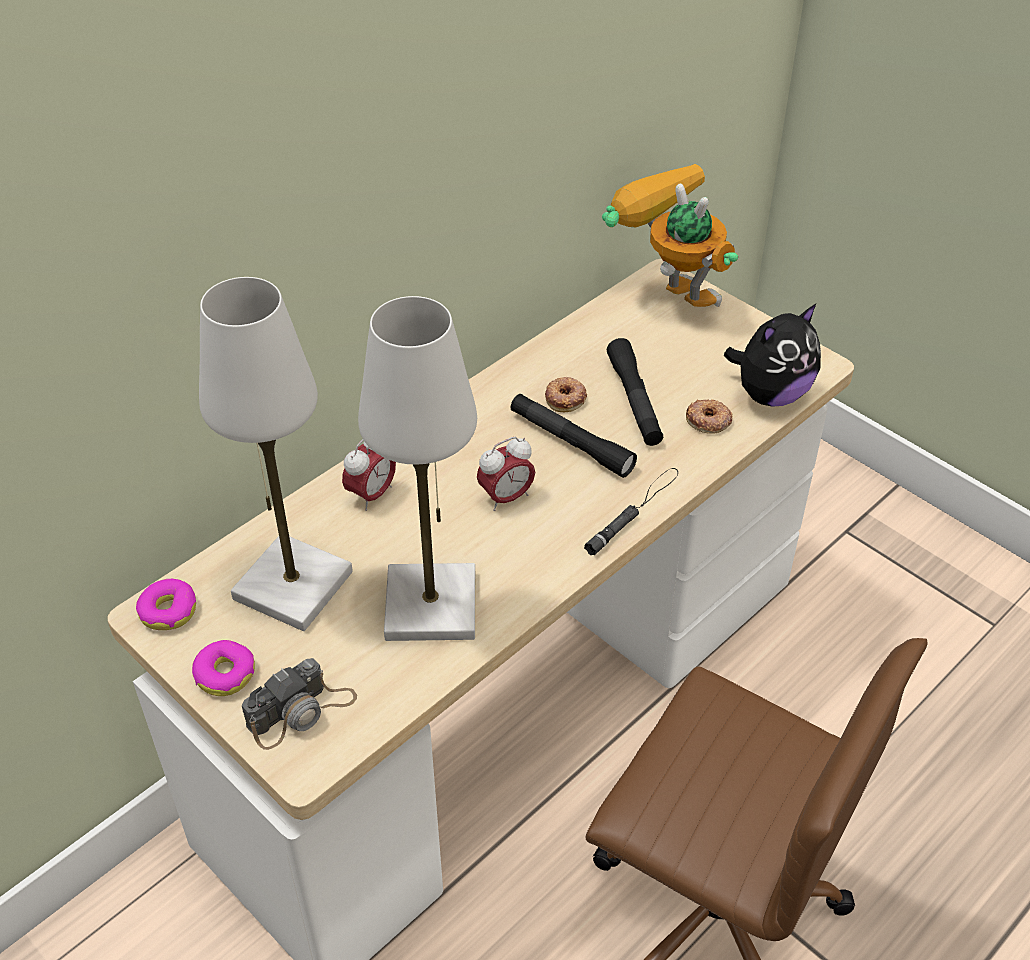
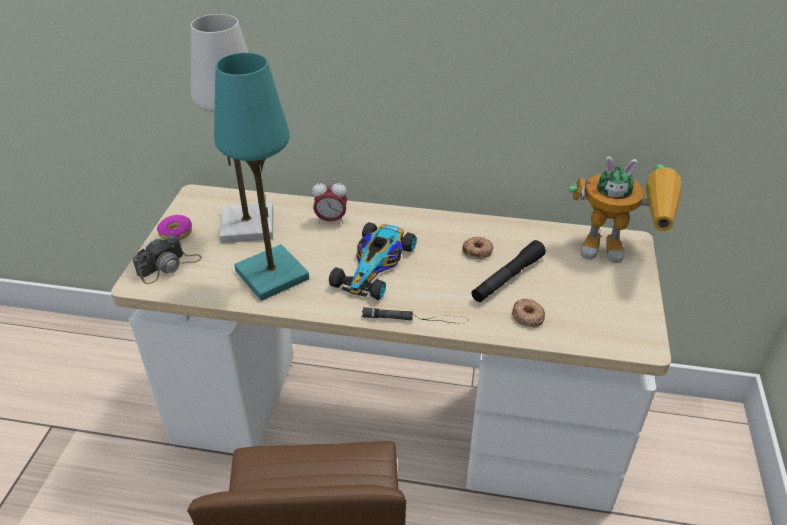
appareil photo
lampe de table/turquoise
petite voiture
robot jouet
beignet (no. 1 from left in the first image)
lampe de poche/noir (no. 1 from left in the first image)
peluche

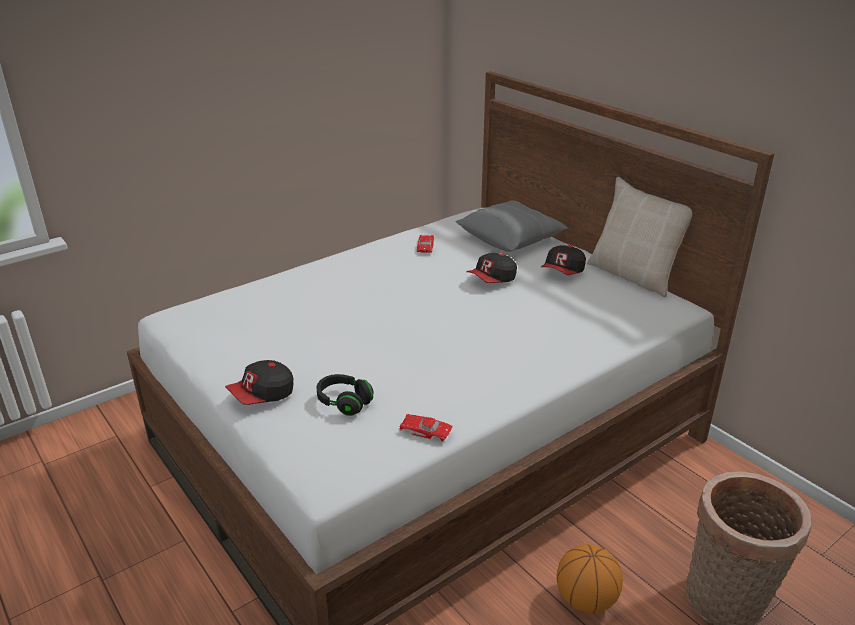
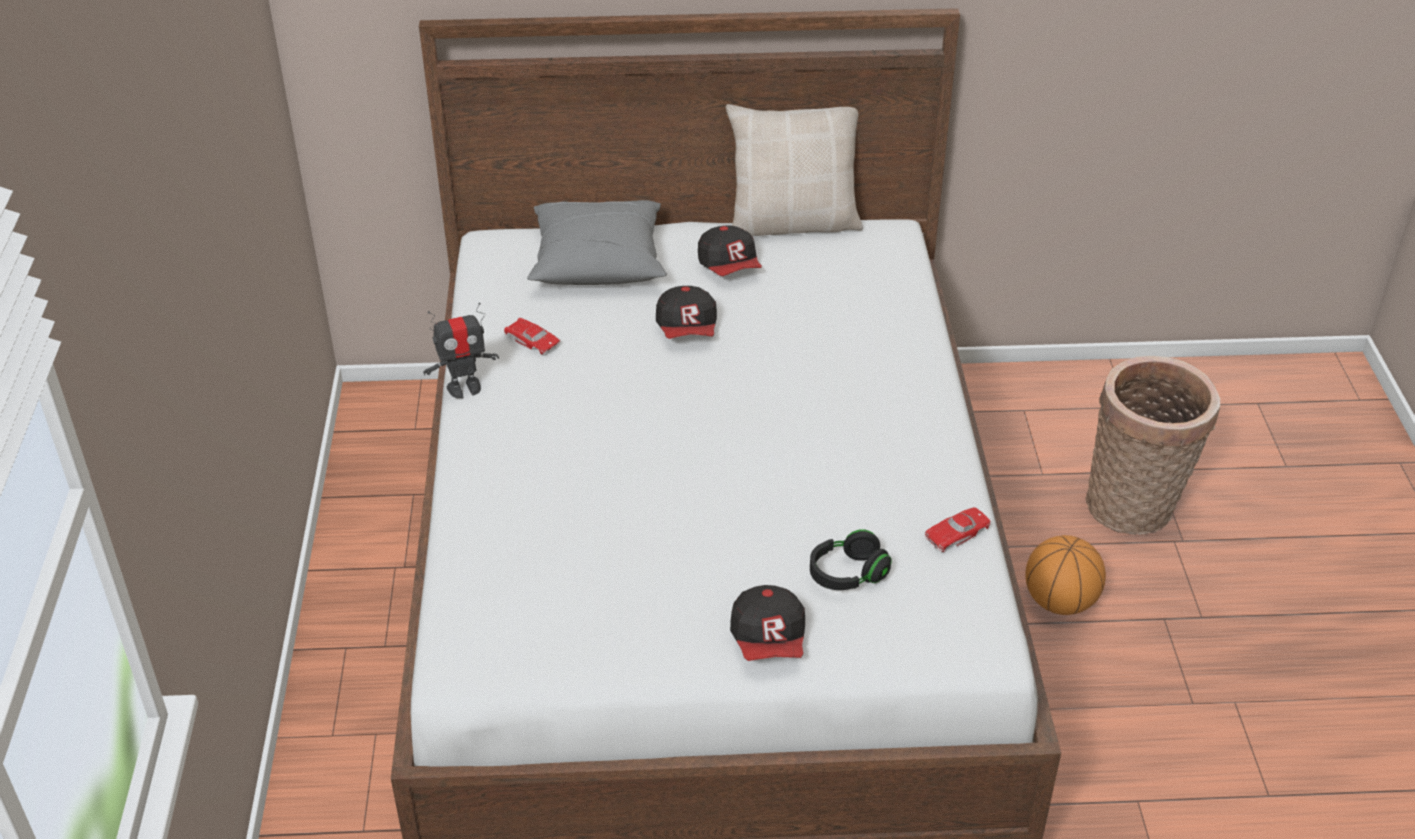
robot jouet

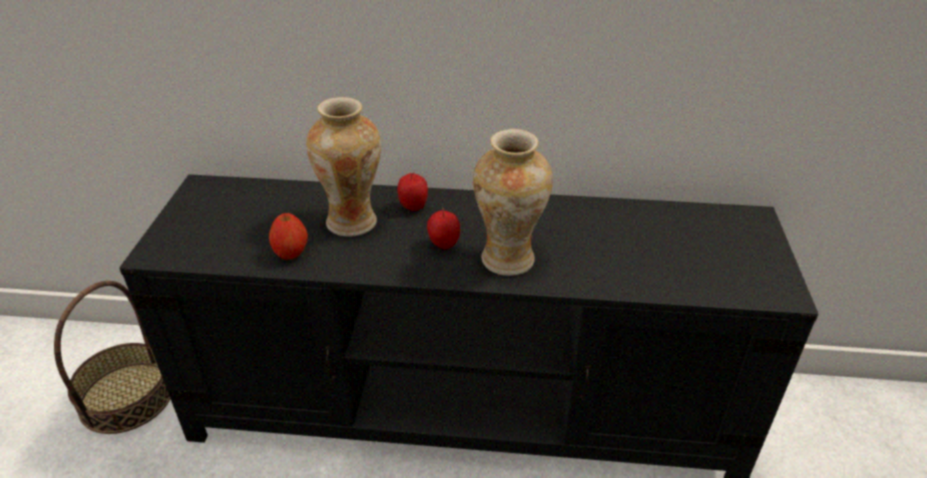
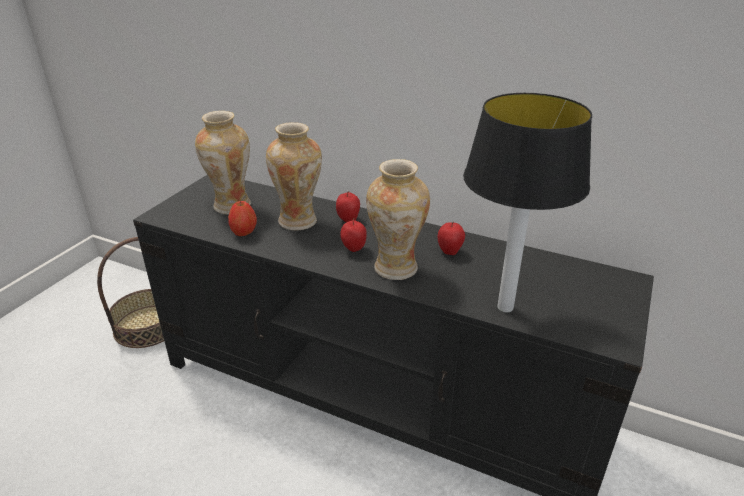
vase (no. 1 from left)
pomme (no. 4 from left)
lampe de table

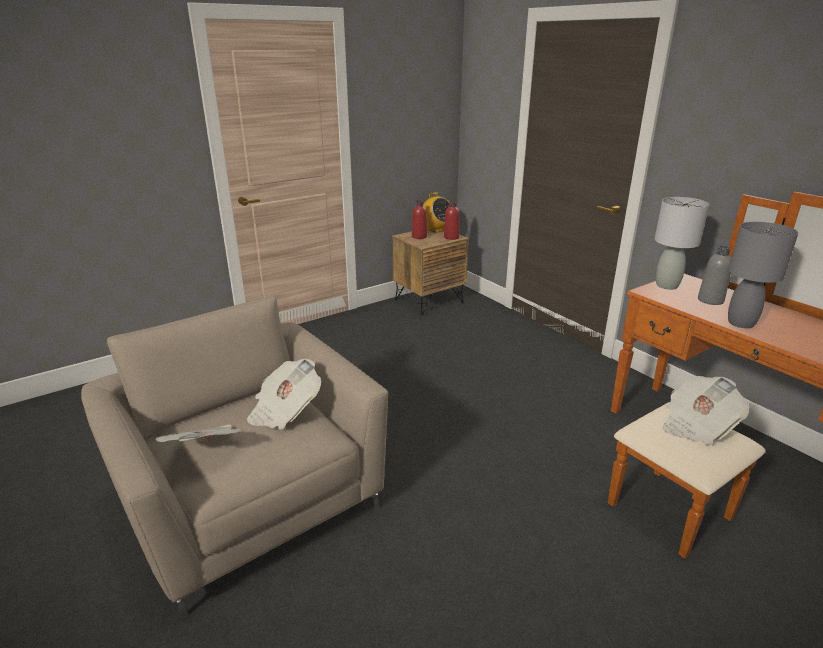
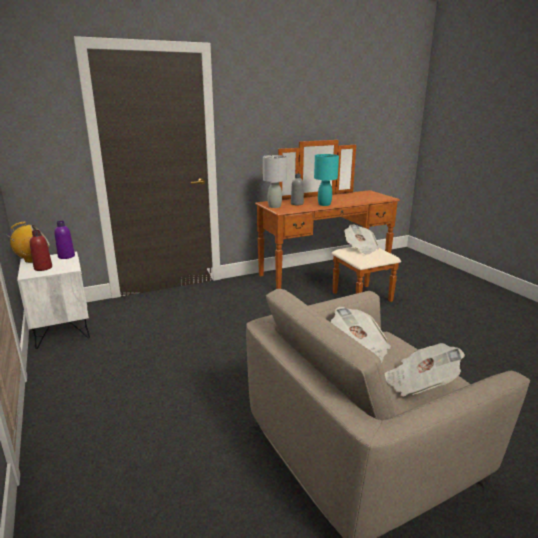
table de chevet/blanc
bouteille/violet
lampe de table/turquoise

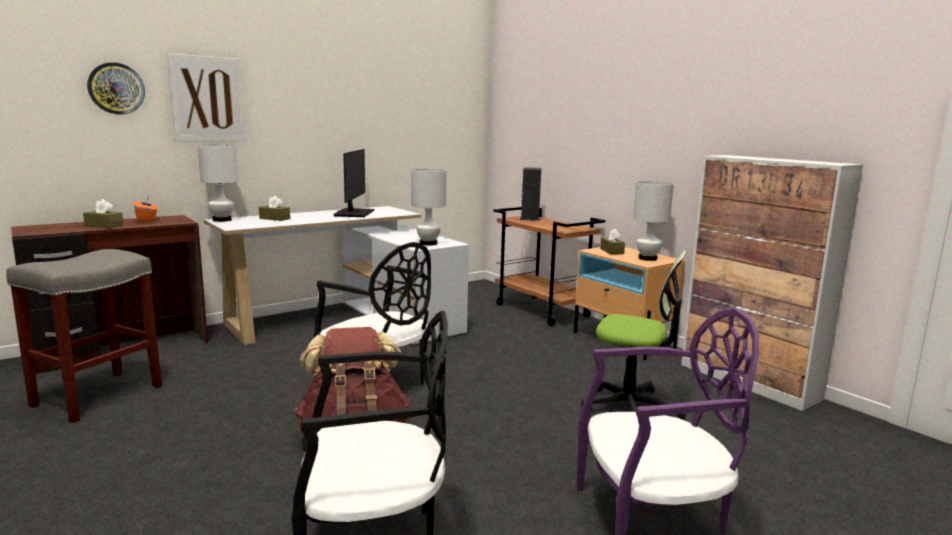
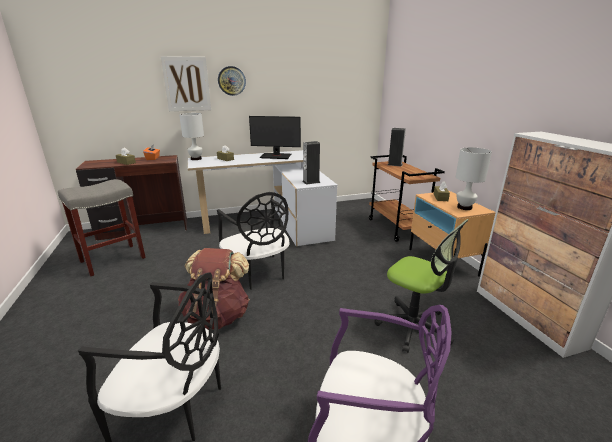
horloge murale
écran d'ordinateur
enceinte (no. 1 from left)

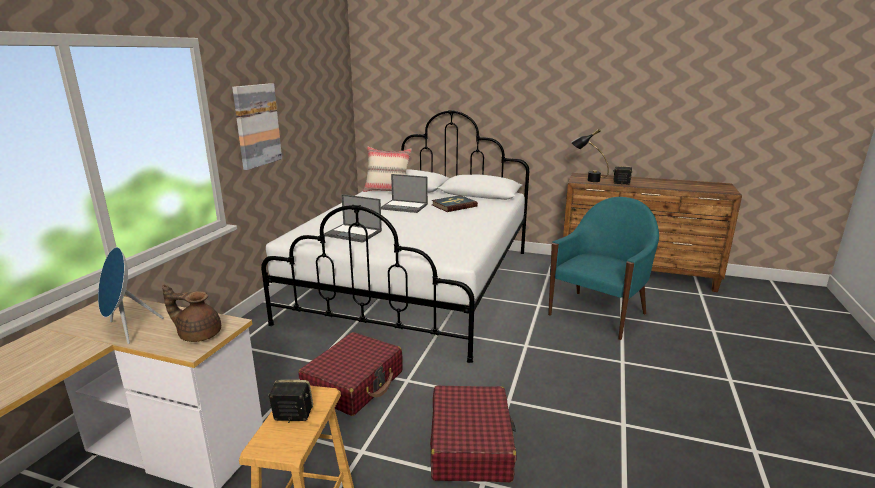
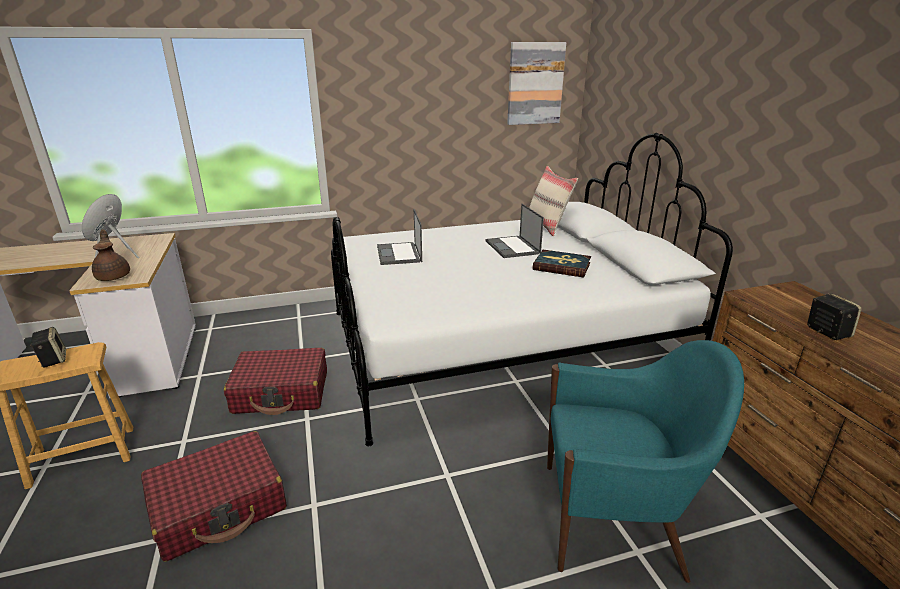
tableau
lampe de table/noir

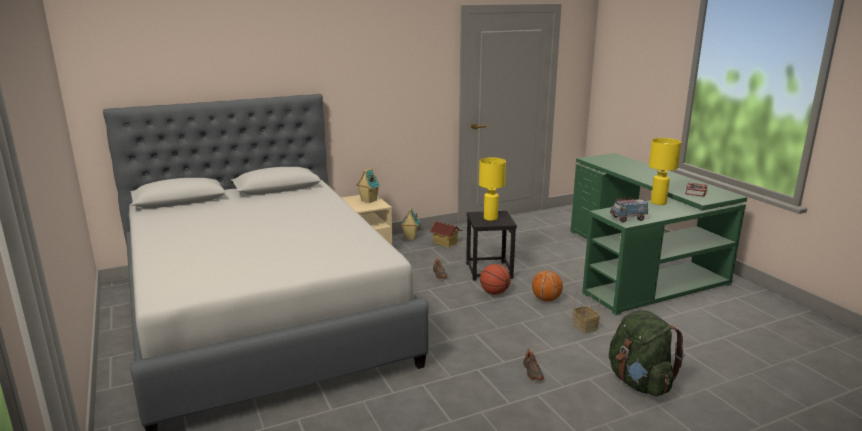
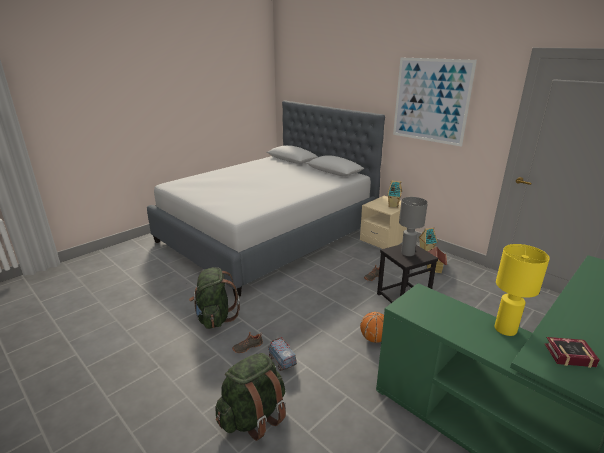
sac à dos/vert (no. 1 from left)
camion jouet
tableau
lampe de table/gris
ballon de basket (no. 1 from left in the first image)
panier

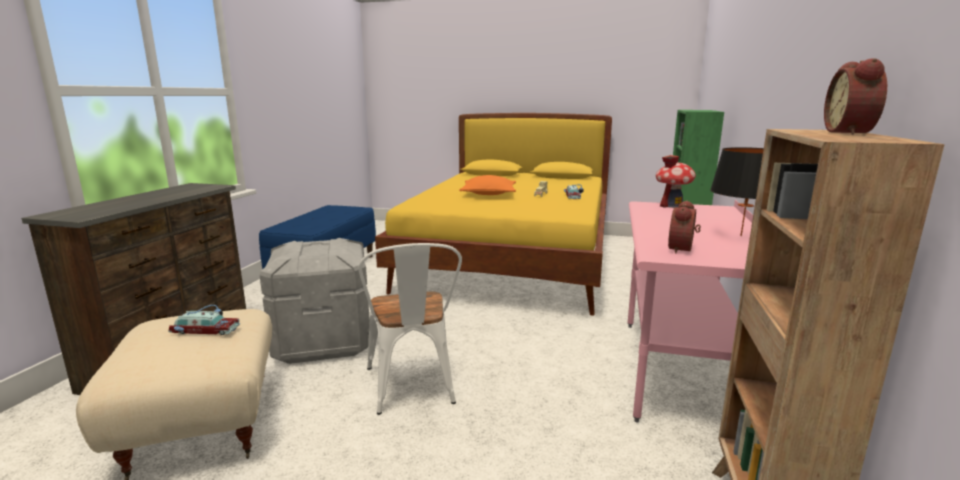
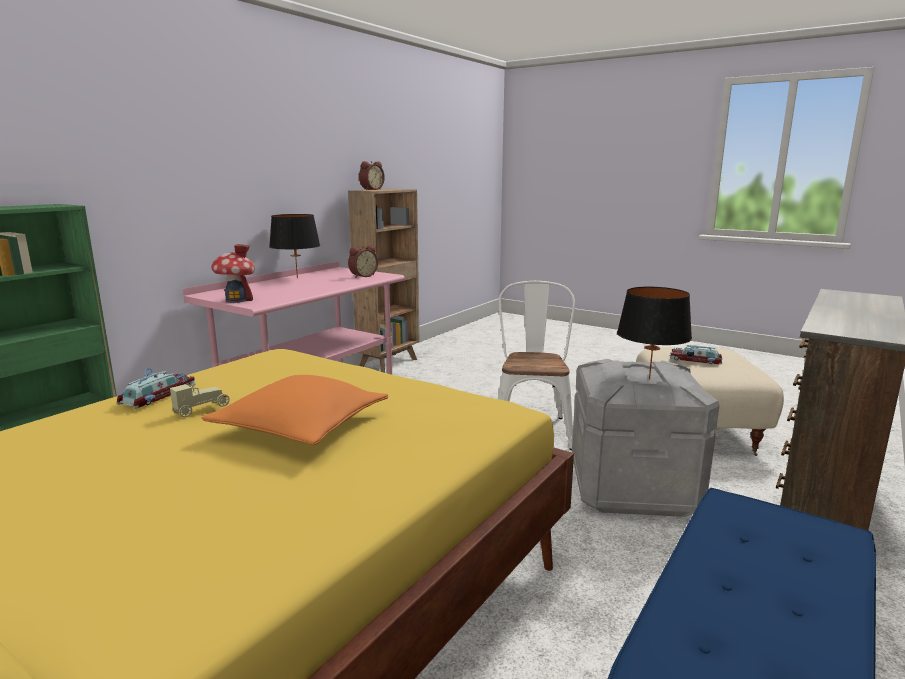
lampe de table/noir (no. 2 from left)

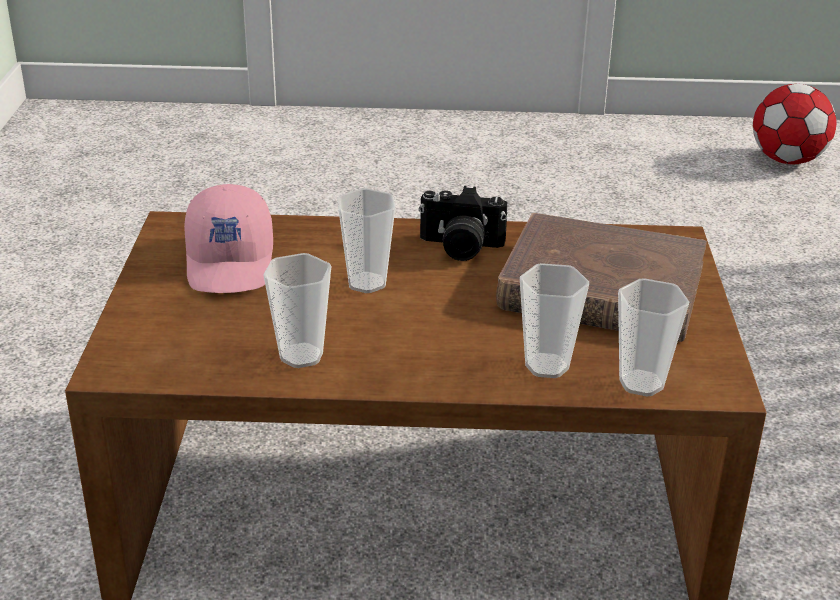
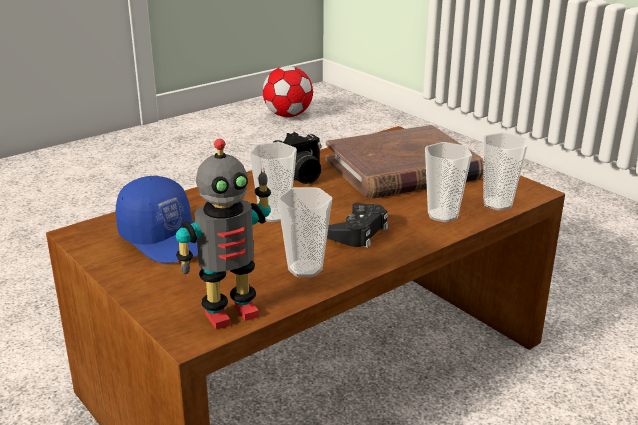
casquette/bleu
robot jouet
manette/noir

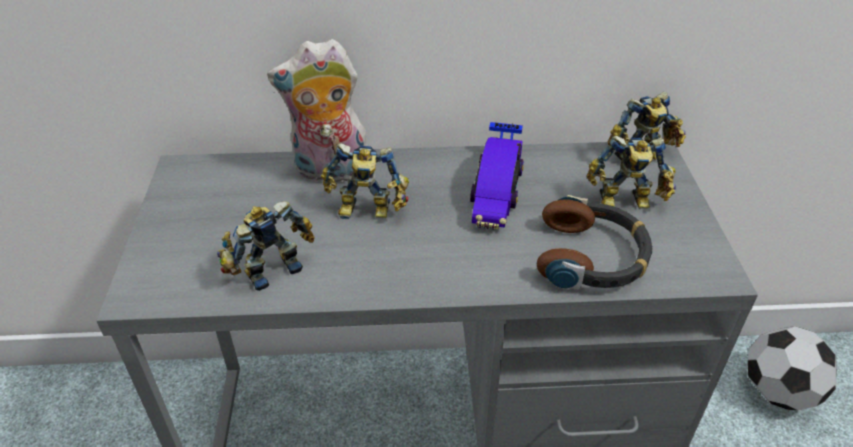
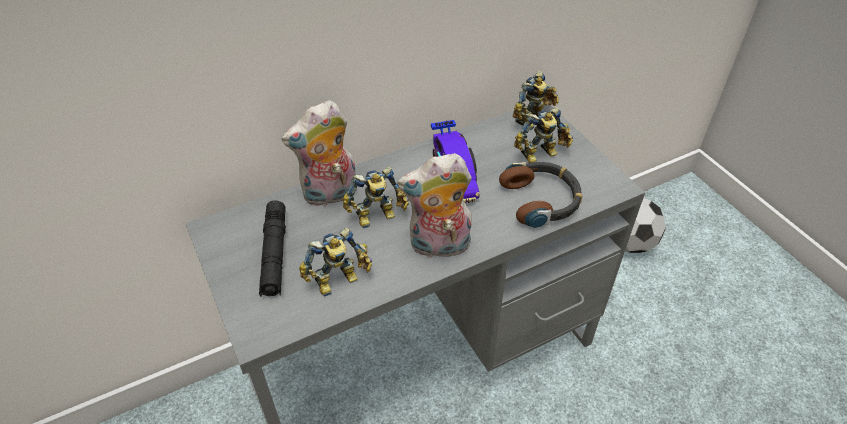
lampe de poche/noir
robot jouet (no. 1 from left)
peluche (no. 2 from left)

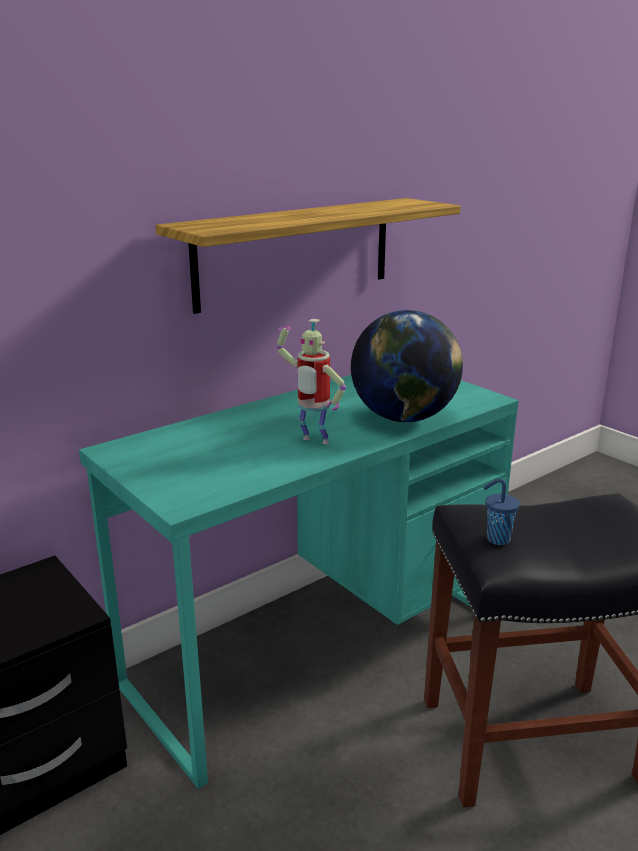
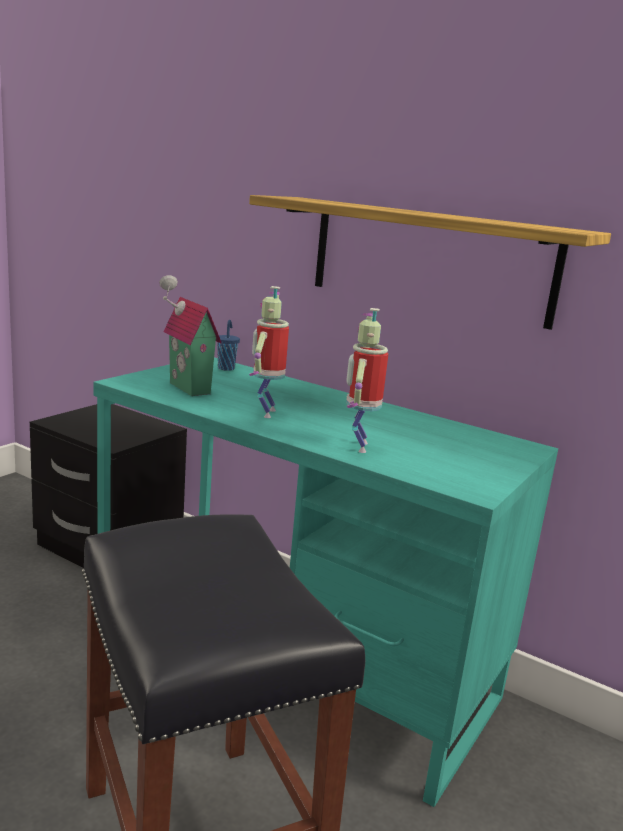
maison miniature
tasse/bleu
robot jouet (no. 2 from left)

